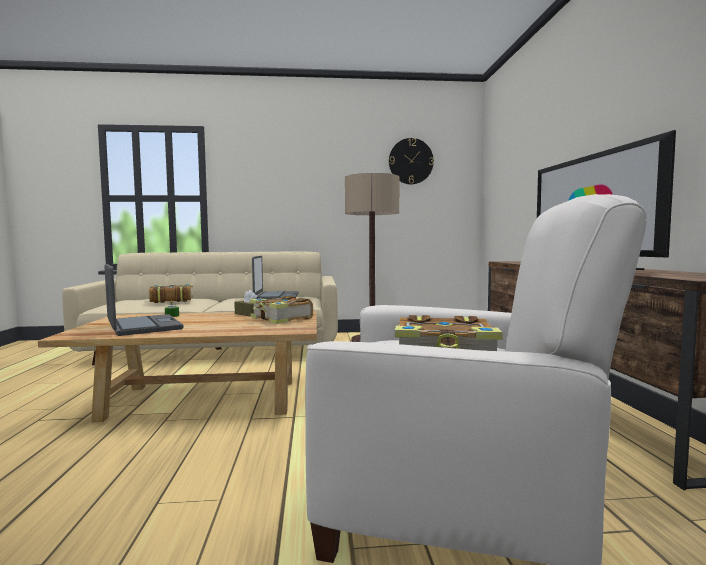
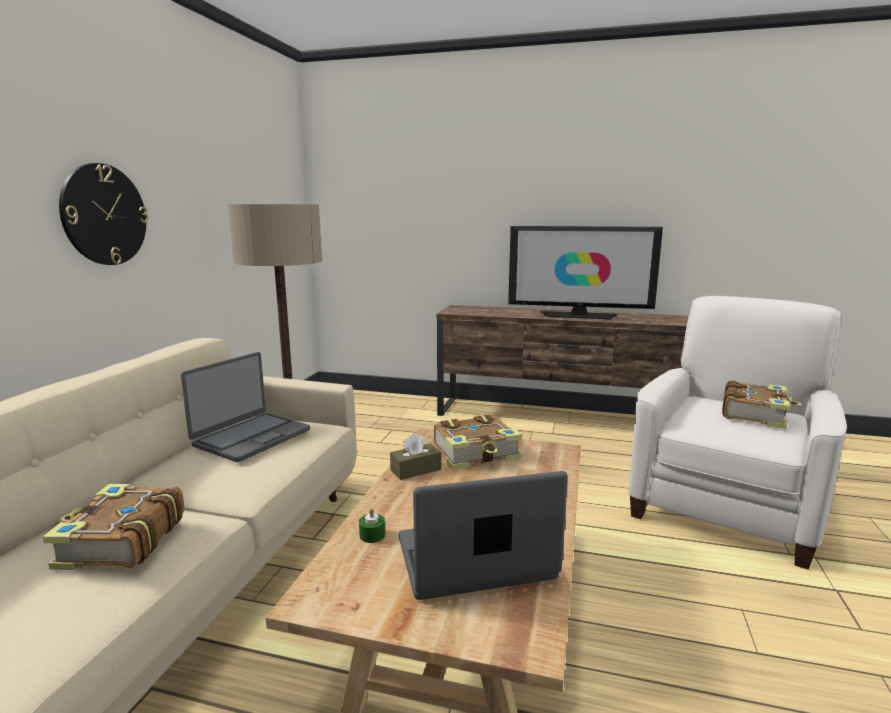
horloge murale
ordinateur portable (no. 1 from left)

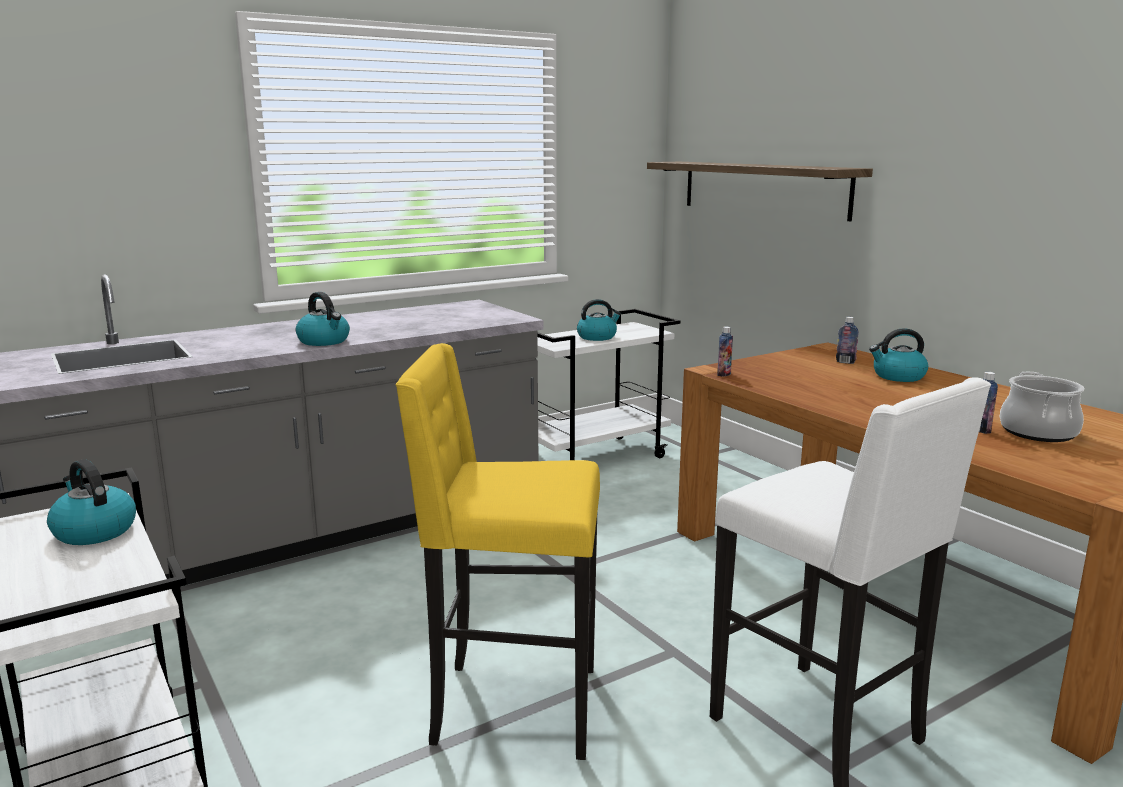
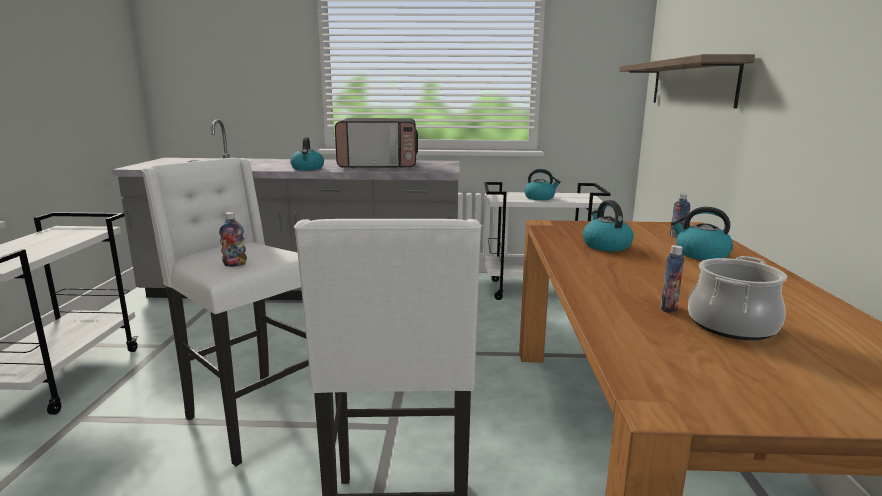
tabouret/blanc (no. 1 from left)
bouteille (no. 1 from left)
micro-ondes
bouilloire (no. 3 from left)

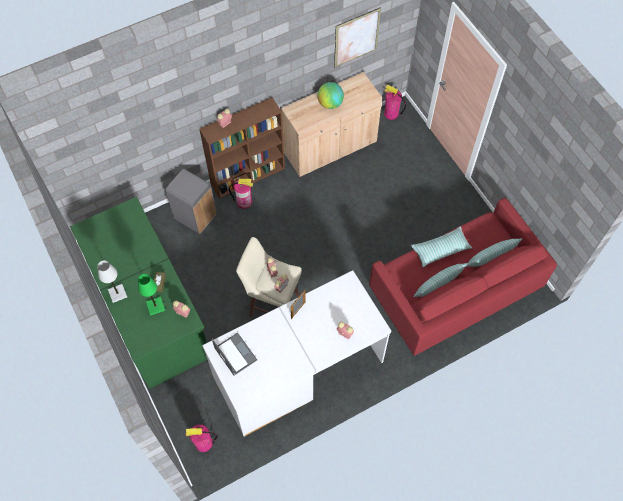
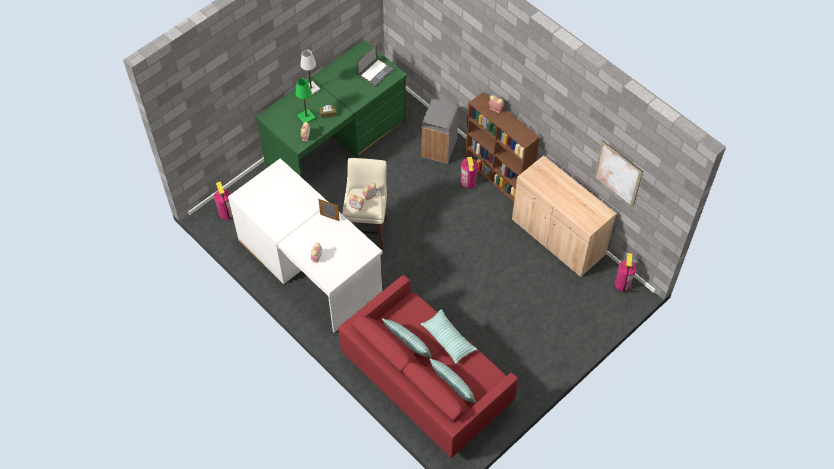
ordinateur portable
globe

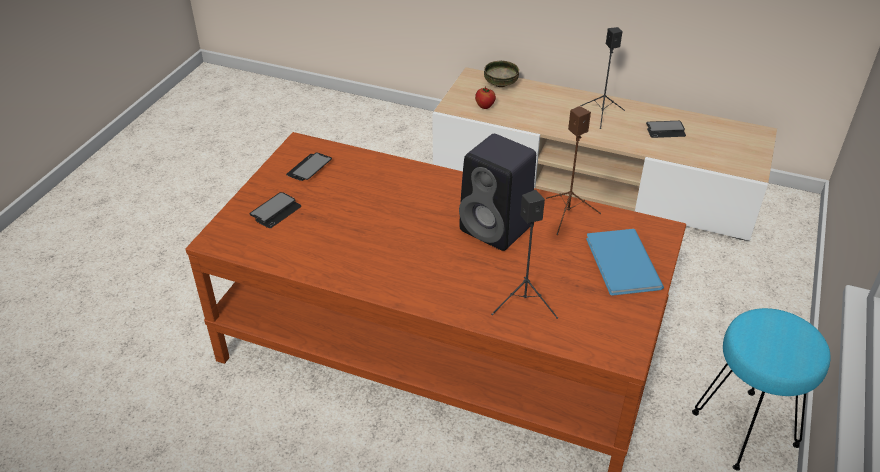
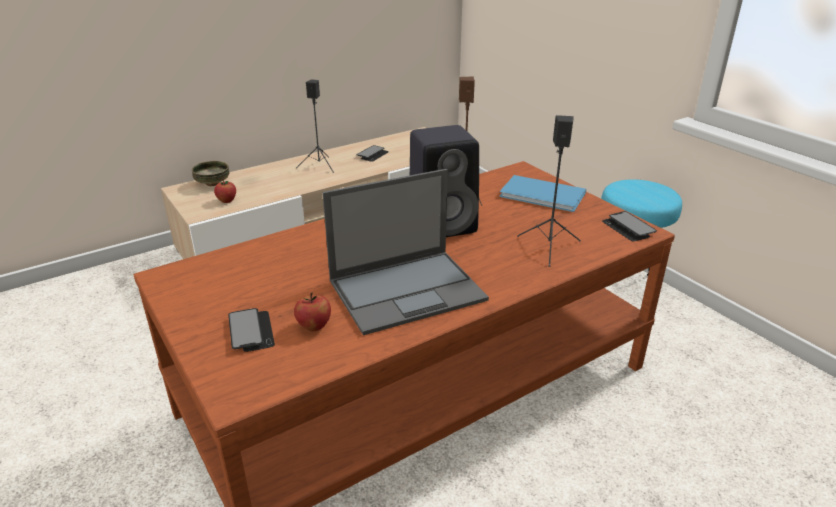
pomme (no. 2 from left)
ordinateur portable
téléphone (no. 3 from left)

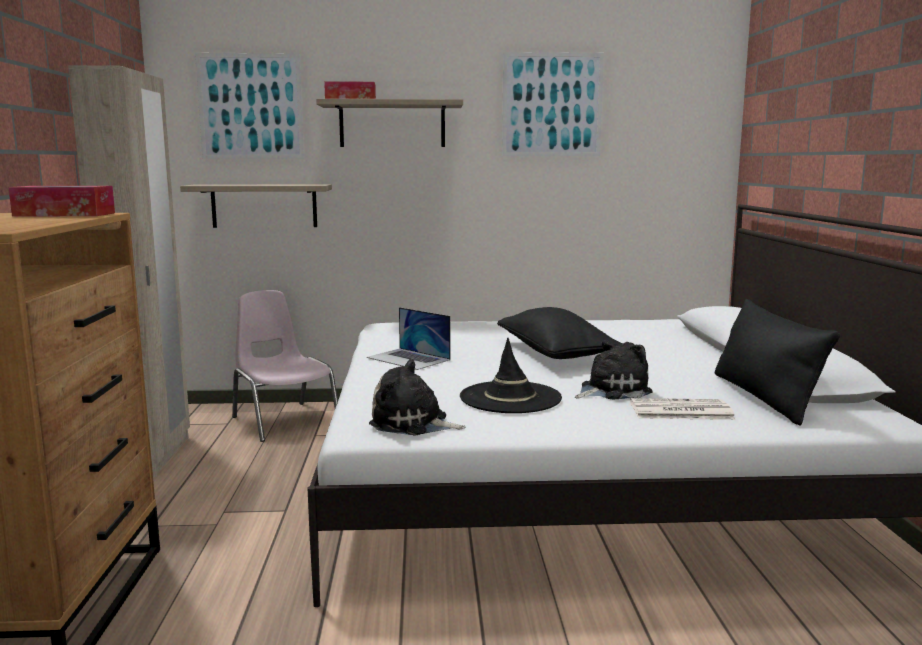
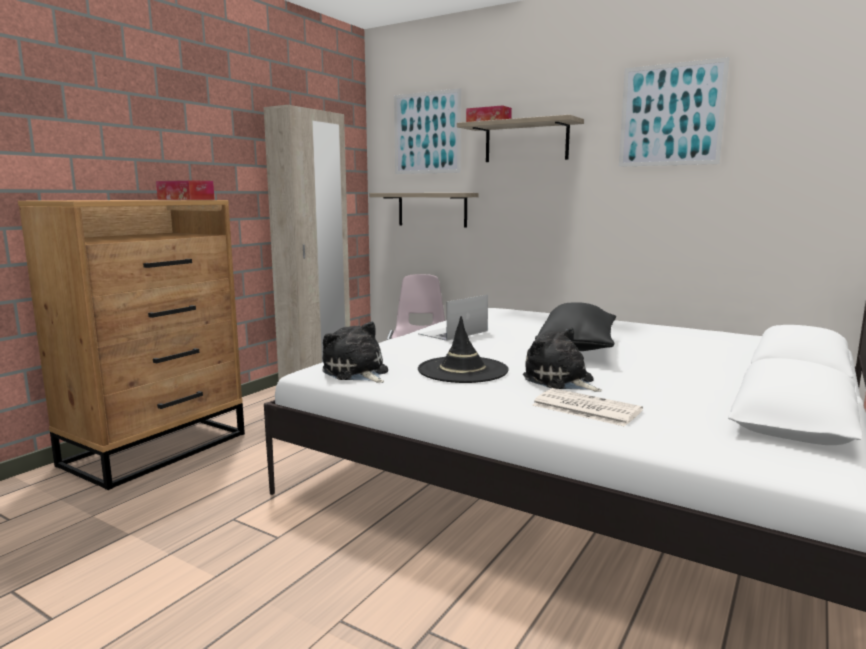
ordinateur portable
peluche (no. 2 from left)
coussin/noir (no. 2 from left in the first image)

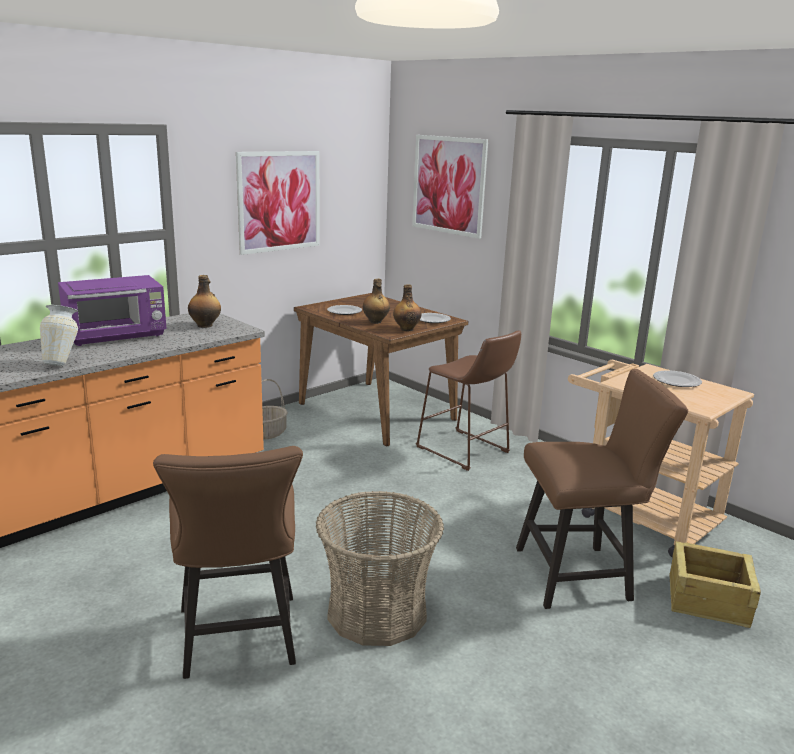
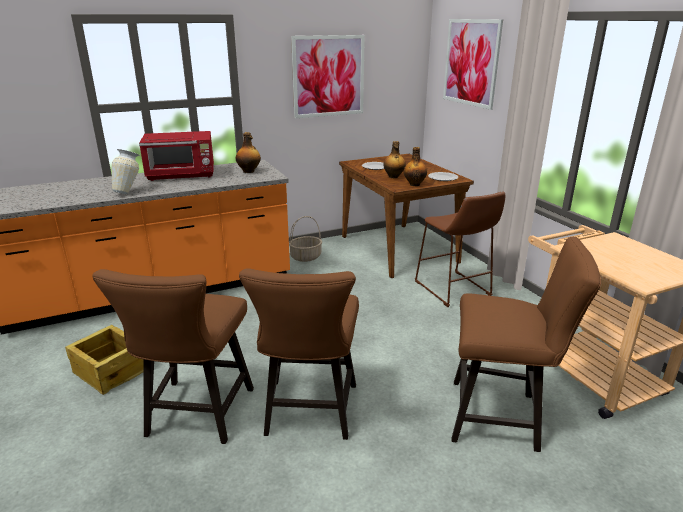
caisse
micro-ondes/rouge
chaise/marron (no. 2 from left)
assiette (no. 3 from left in the first image)

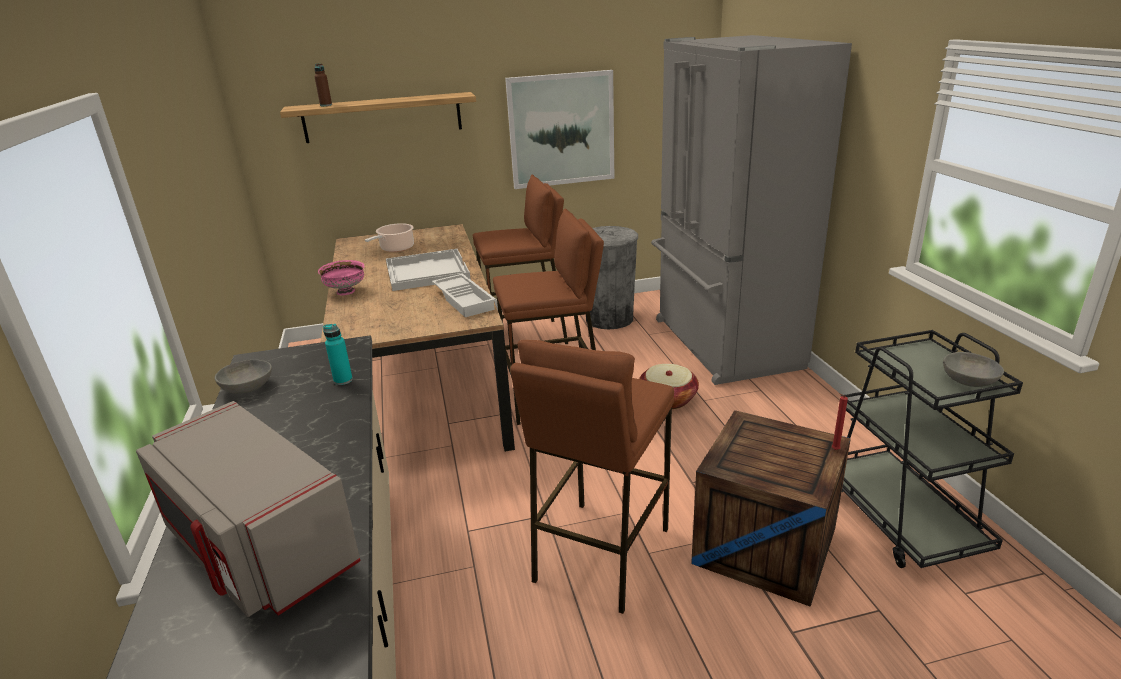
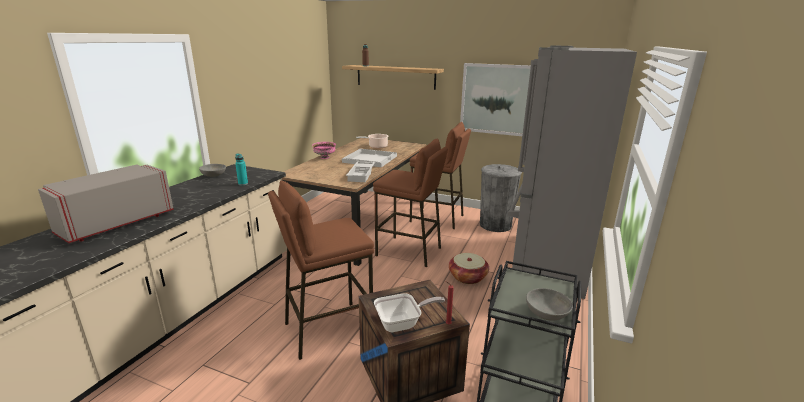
micro-ondes/gris
poêle

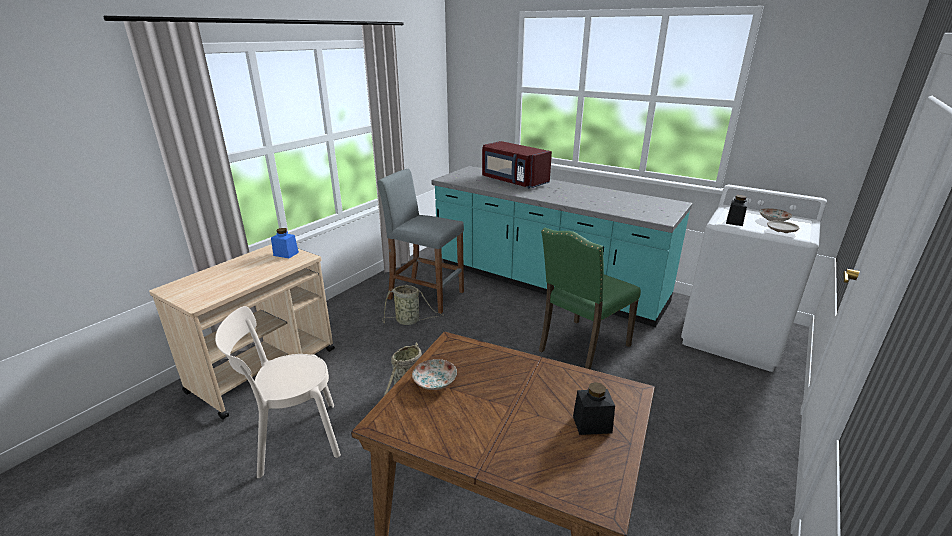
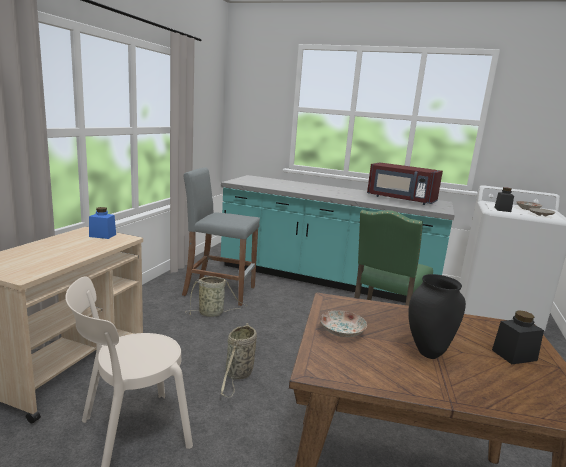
micro-ondes/rouge
vase/noir

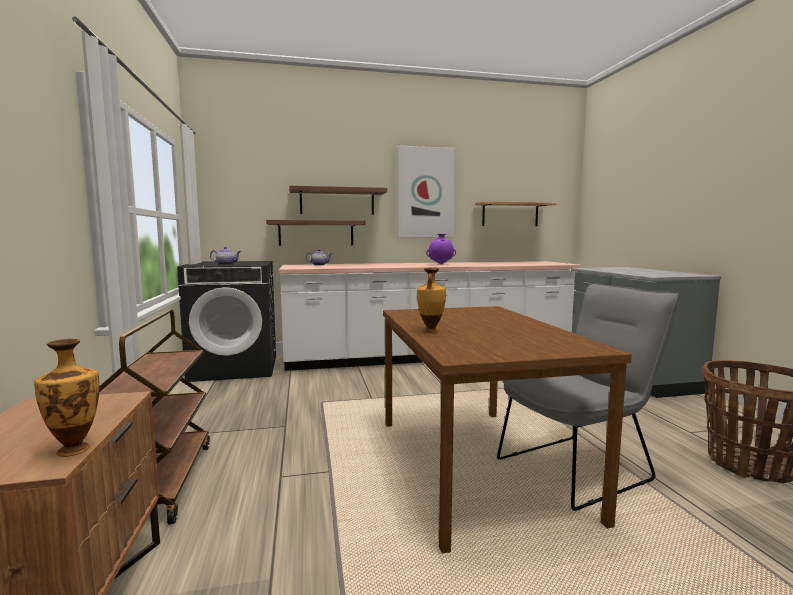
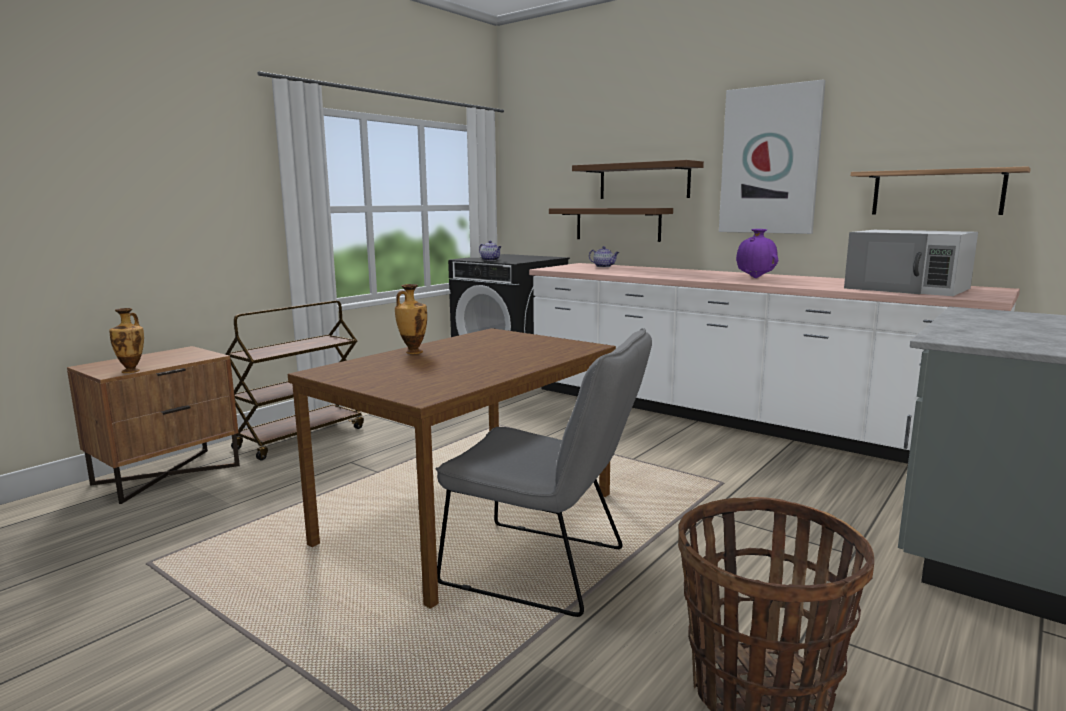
micro-ondes/blanc

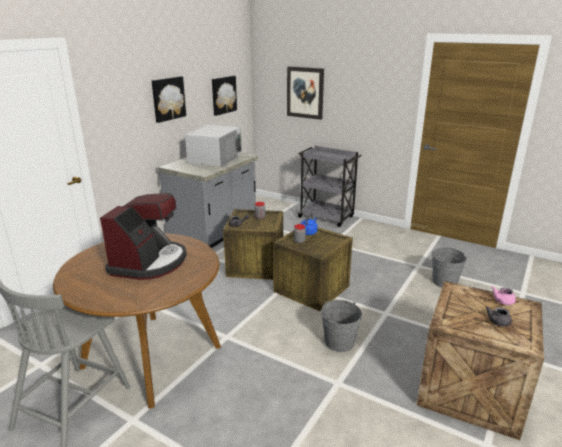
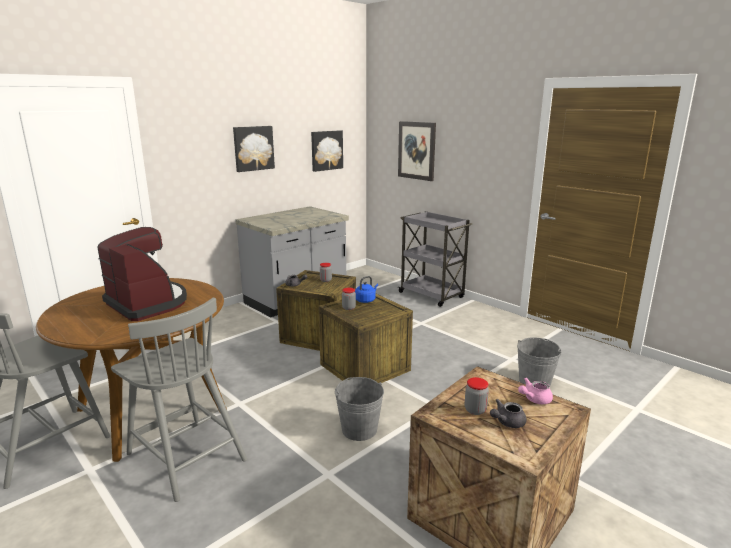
machine à café
chaise/gris (no. 2 from left)
bocal (no. 3 from left)
micro-ondes/blanc

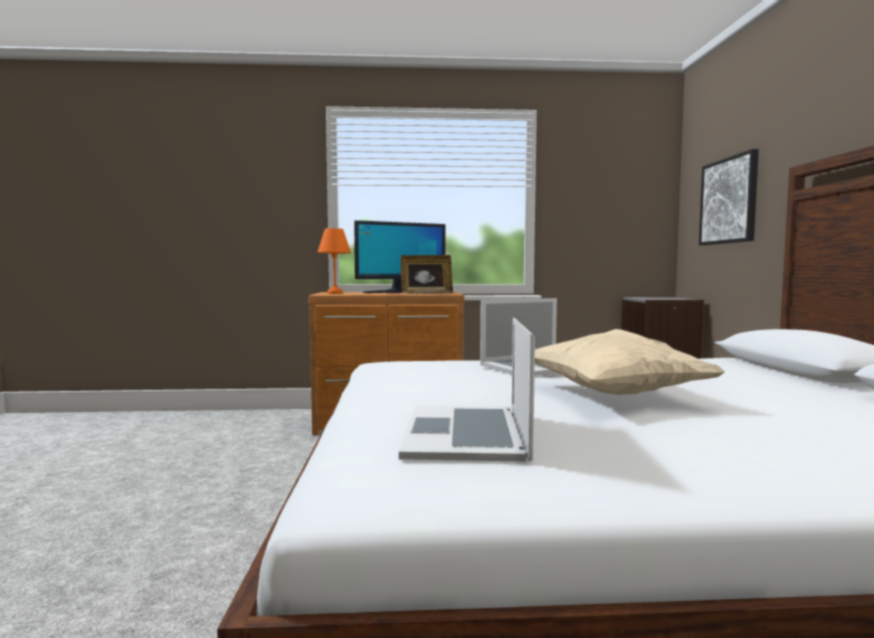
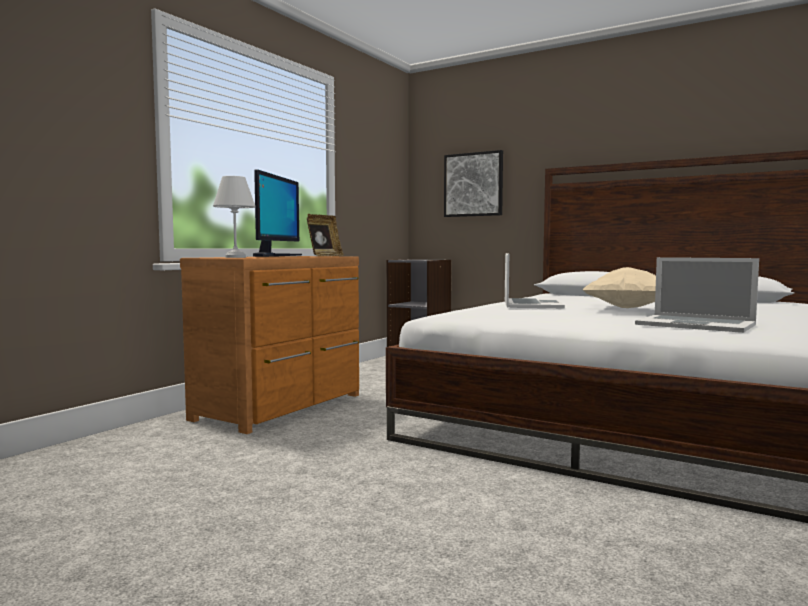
lampe de table/blanc

